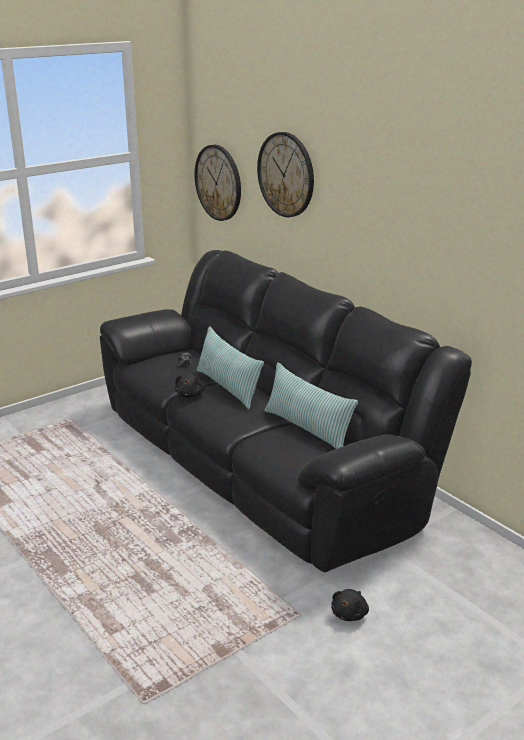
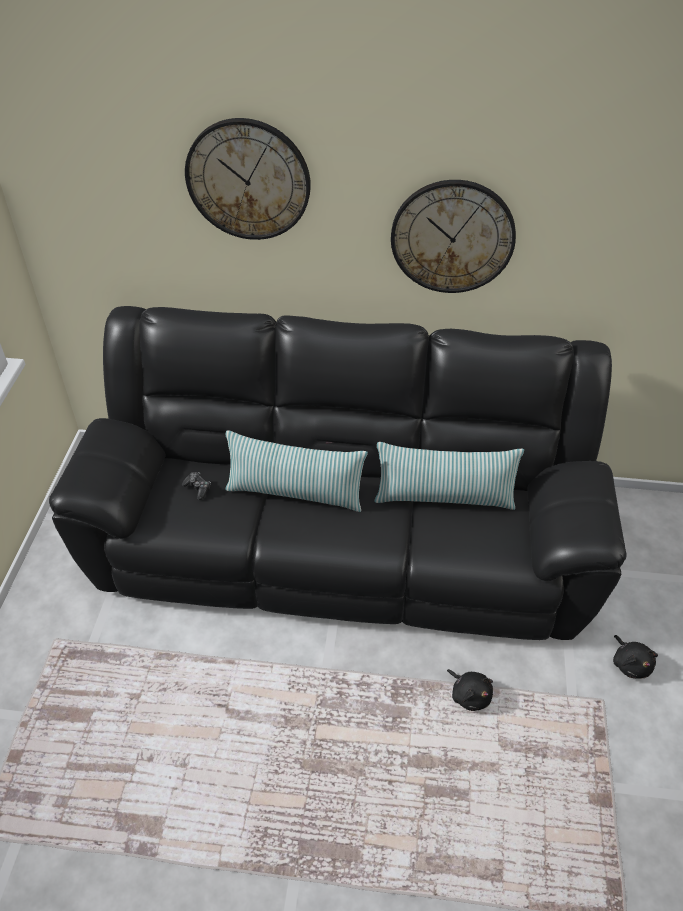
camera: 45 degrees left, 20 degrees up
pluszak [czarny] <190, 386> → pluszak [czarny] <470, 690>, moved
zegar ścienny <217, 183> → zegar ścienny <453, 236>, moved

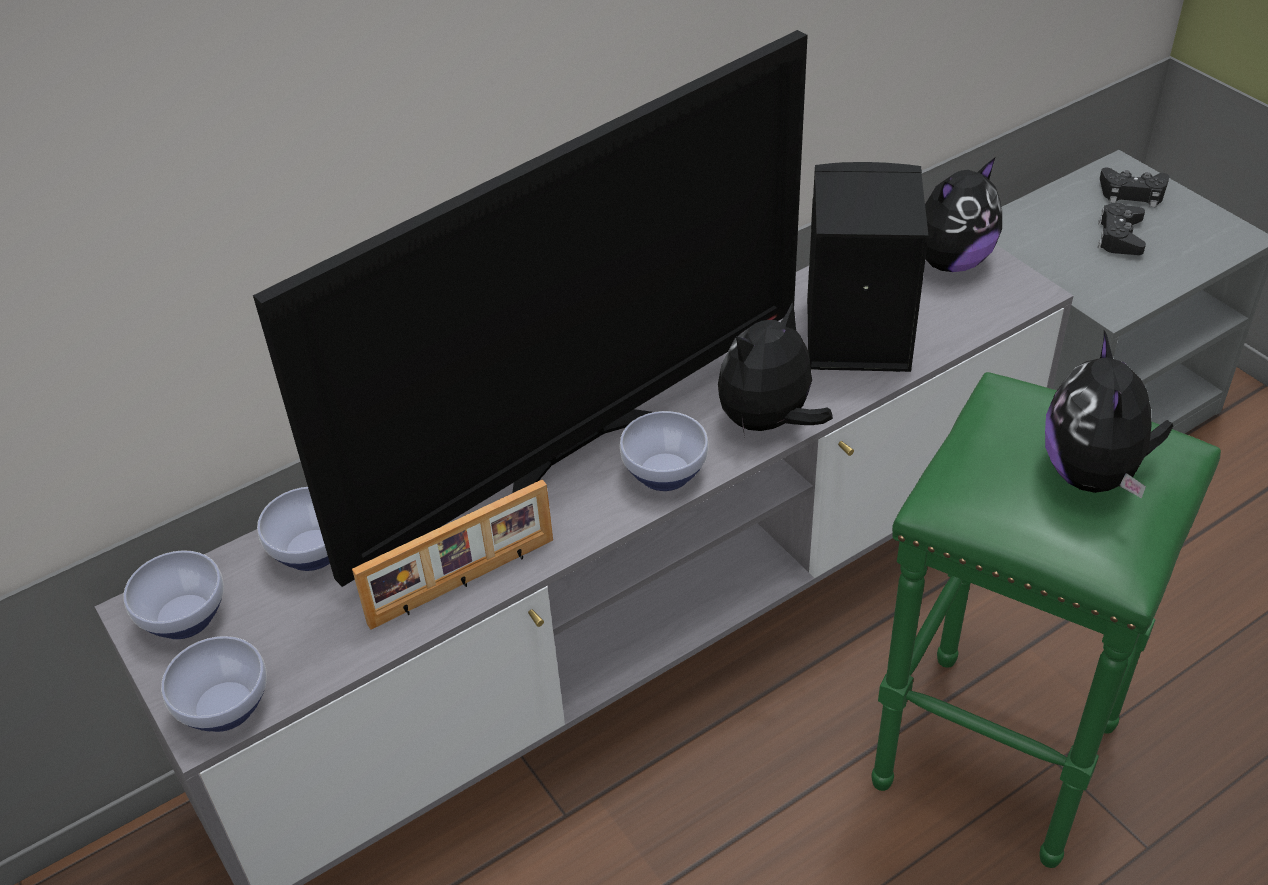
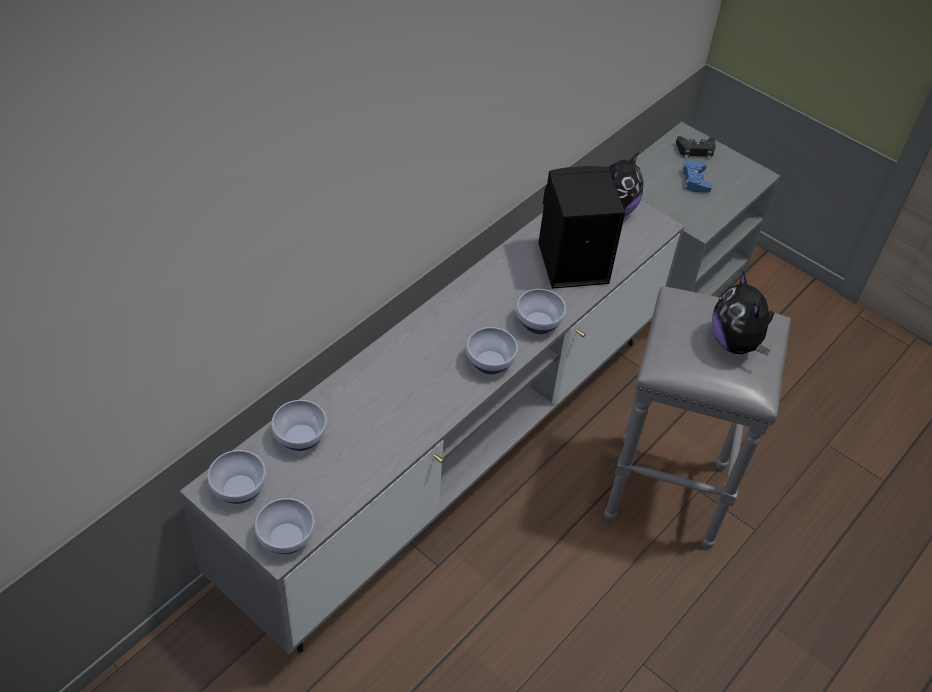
camera: 20 degrees left, 5 degrees up
telewizor <530, 308> → -
ramka na zdjęcie <452, 554> → -
pluszak <775, 369> → miska <541, 311>
stołek [zielony] <1046, 620> → stołek [szary] <697, 417>
pad do gier [czarny] <1122, 229> → pad do gier [niebieski] <696, 176>

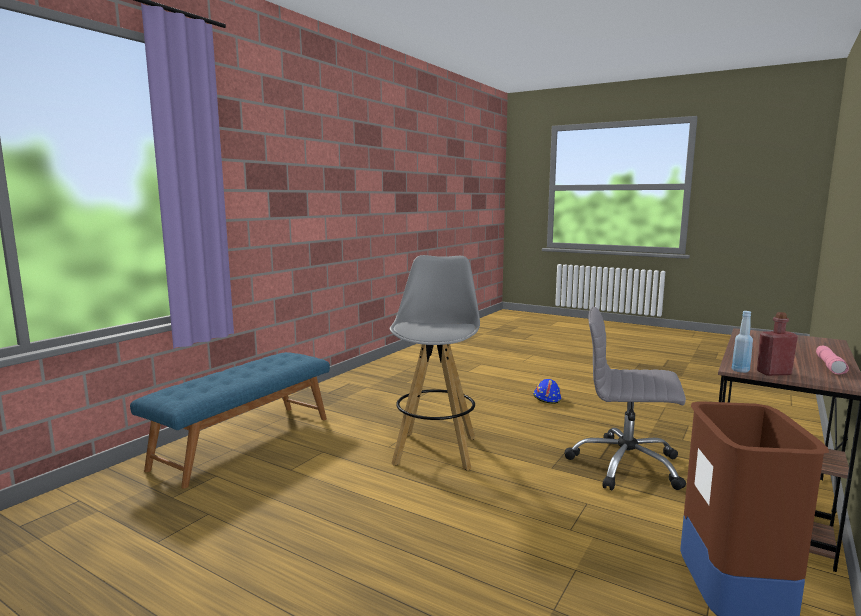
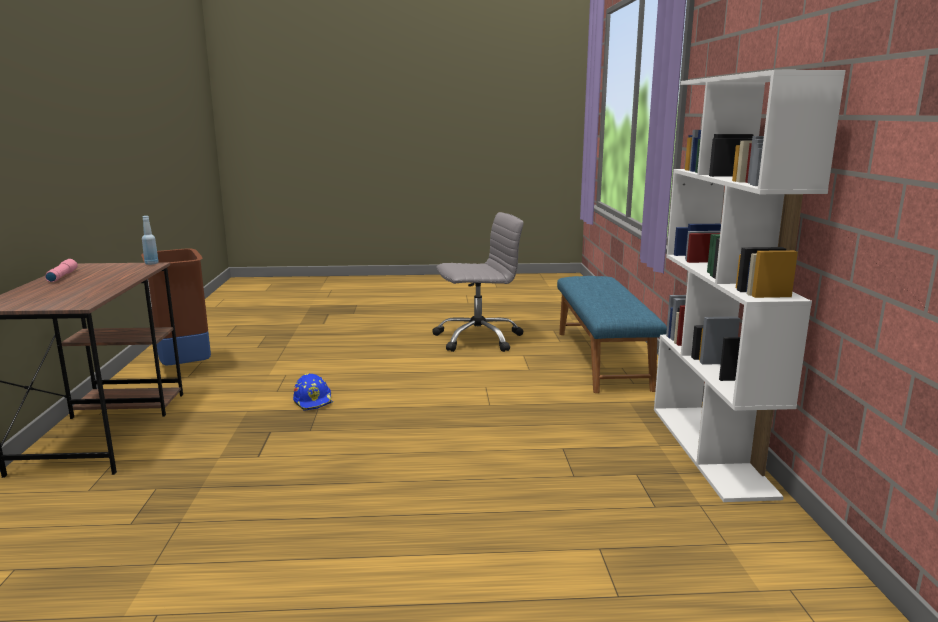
camera: 145 degrees right, 5 degrees up
stołek [szary] <435, 363> → -
kask [niebieski] <547, 391> → kask [niebieski] <313, 392>, moved
krzesło biurowe [szary] <625, 398> → krzesło biurowe [szary] <478, 282>, moved
butelka [czerwony] <777, 344> → -
- → regał [biały] <750, 286>

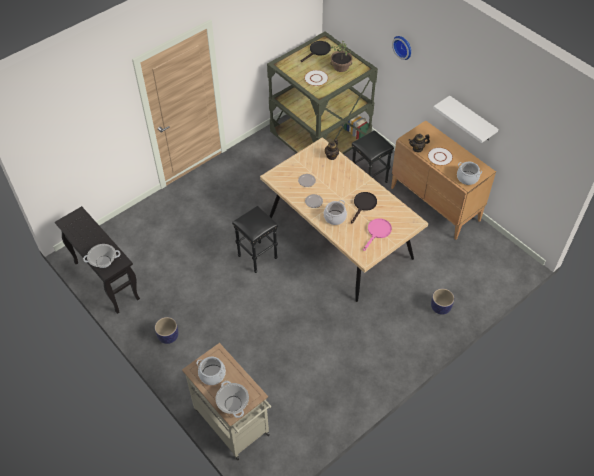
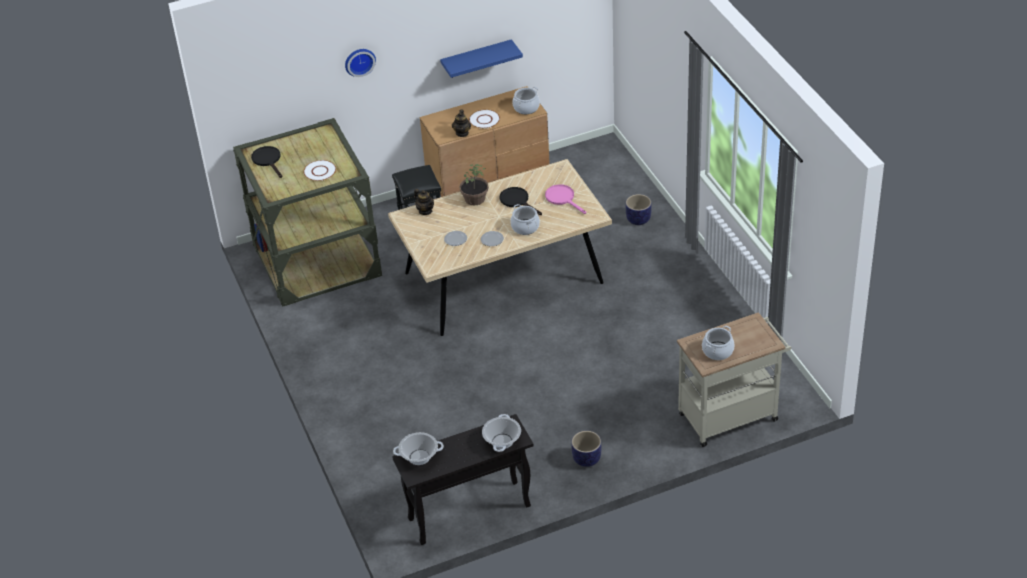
camera: 70 degrees left, 10 degrees down
garnek <232, 399> → garnek <418, 448>, moved
stołek [czarny] <255, 239> → -
roślina doniczkowa <341, 56> → roślina doniczkowa <474, 184>, moved
półka [biały] <466, 119> → półka [niebieski] <481, 58>

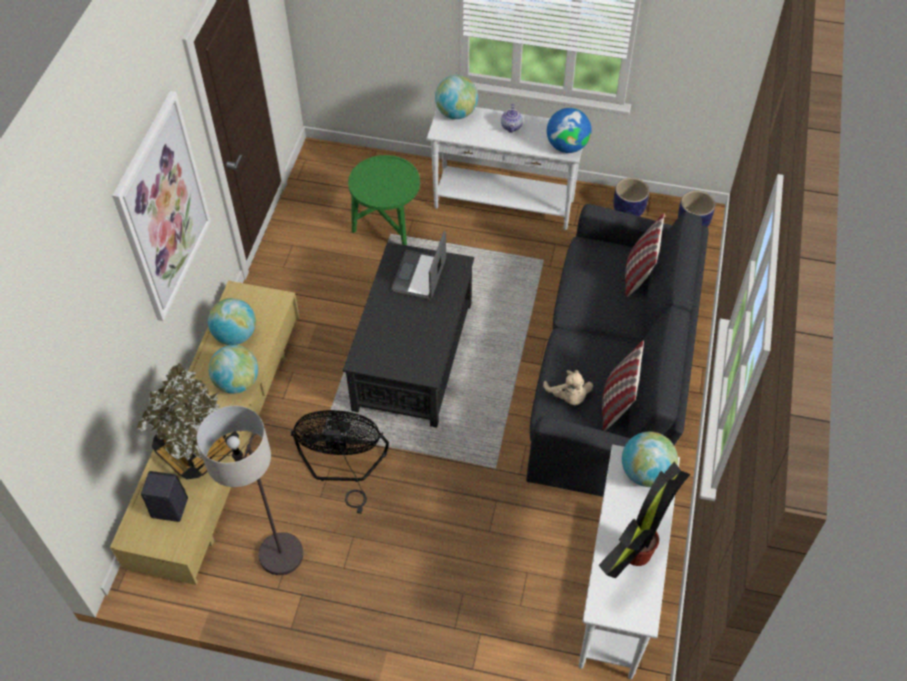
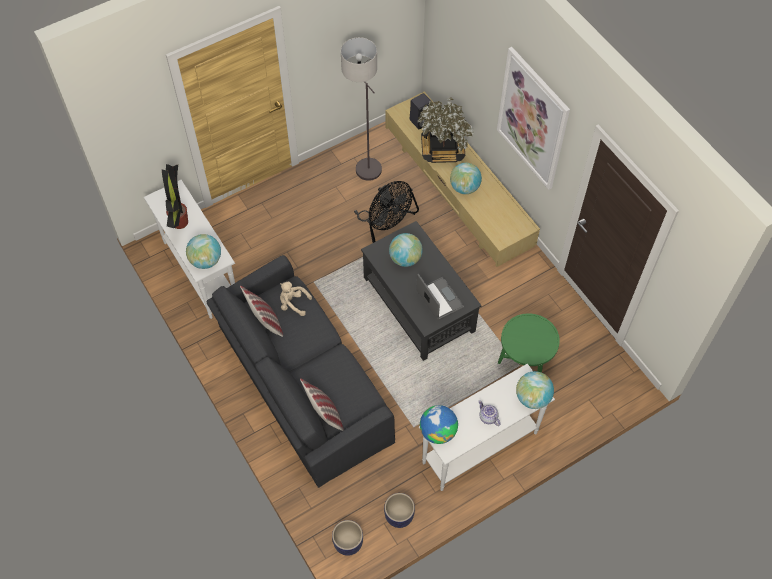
camera: 135 degrees right, 5 degrees up
globus <232, 321> → globus <406, 250>, moved

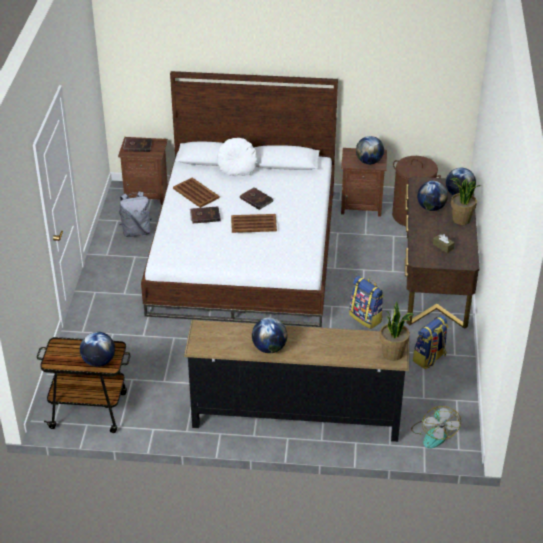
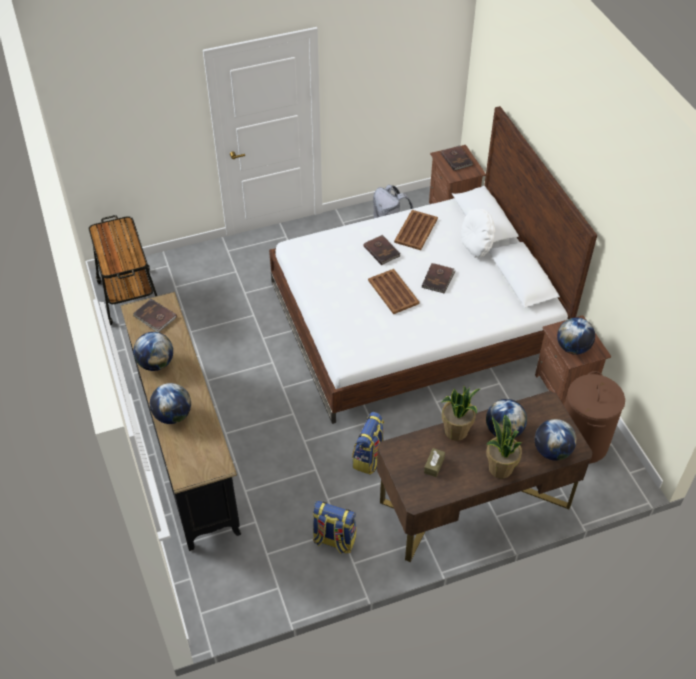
camera: 65 degrees right, 10 degrees up
globus <97, 349> → globus <170, 403>, moved
roślina doniczkowa <397, 331> → roślina doniczkowa <460, 413>, moved
wentylator <436, 427> → -
- → książka [brązowy] <155, 315>

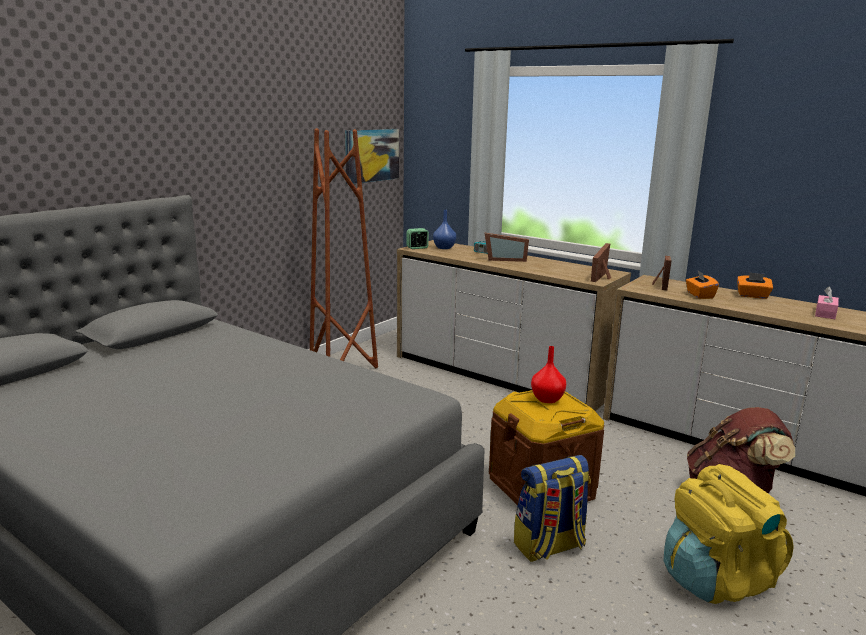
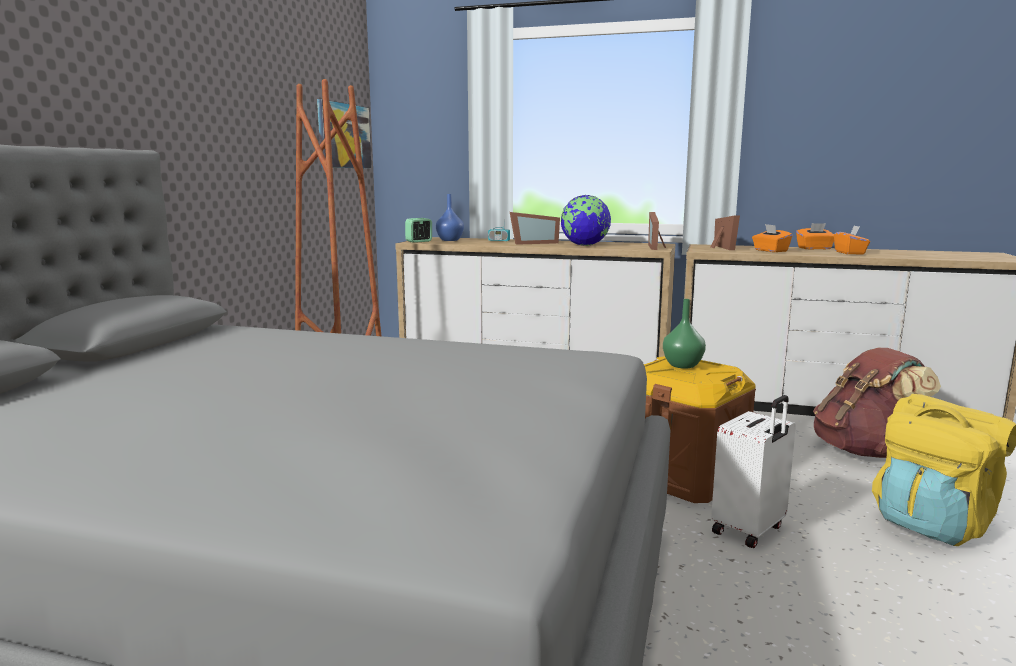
camera: 20 degrees left, 5 degrees down
plecak <552, 508> → walizka [biały] <753, 471>
wazon [czerwony] <548, 374> → wazon [zielony] <684, 334>
pudełko chusteczek [różowy] <827, 302> → -
- → globus <586, 220>
- → pudełko chusteczek [pomarańczowy] <852, 240>

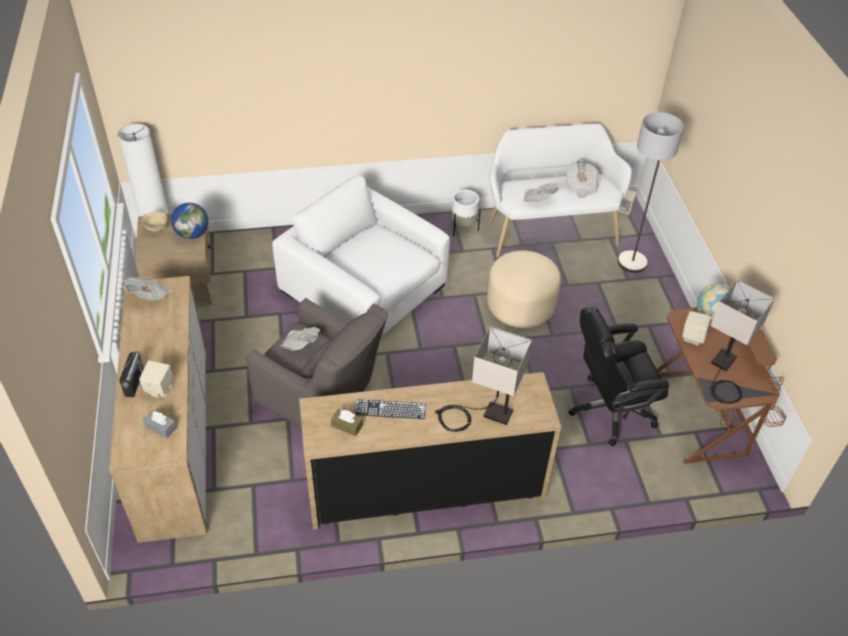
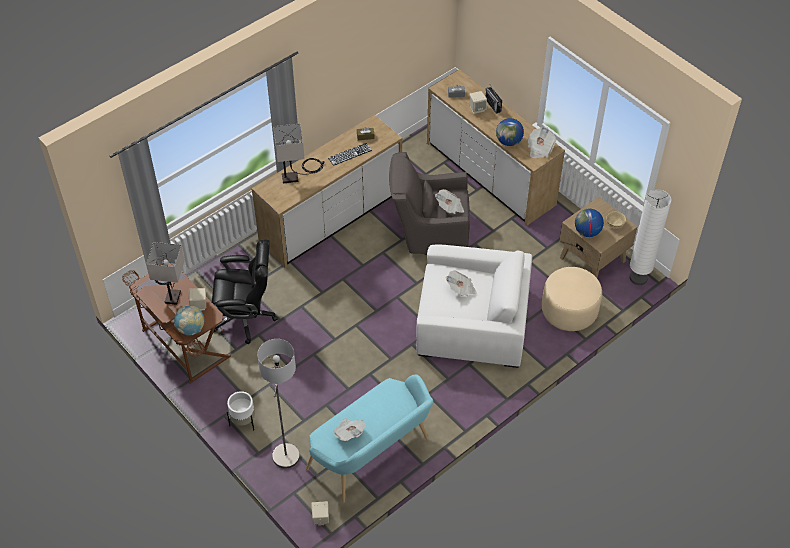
camera: 150 degrees right, 5 degrees up
donica [biały] <466, 213> → donica [biały] <241, 410>, moved
pufa [beżowy] <524, 289> → pufa [beżowy] <572, 299>, moved
ławka [biały] <560, 190> → ławka [turkusowy] <369, 438>
gazeta <541, 193> → gazeta <461, 283>, moved
krzesło biurowe [czarny] <618, 376> → krzesło biurowe [czarny] <245, 292>, 45 degrees clockwise
- → globus <510, 132>

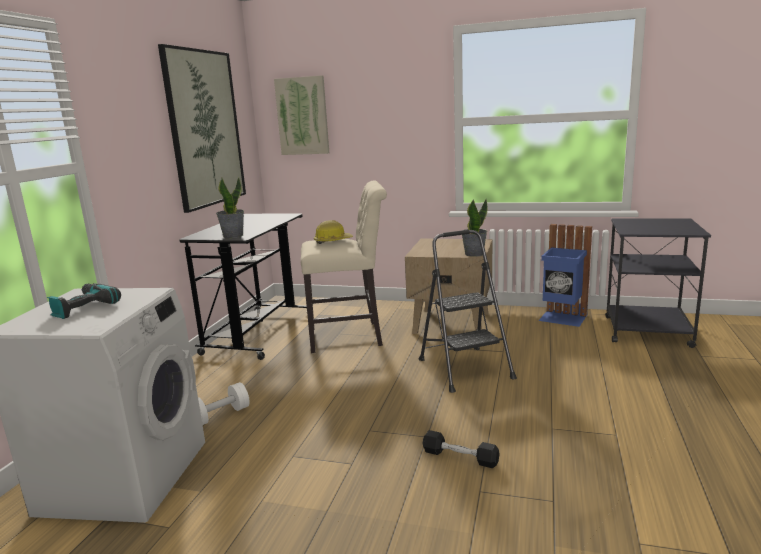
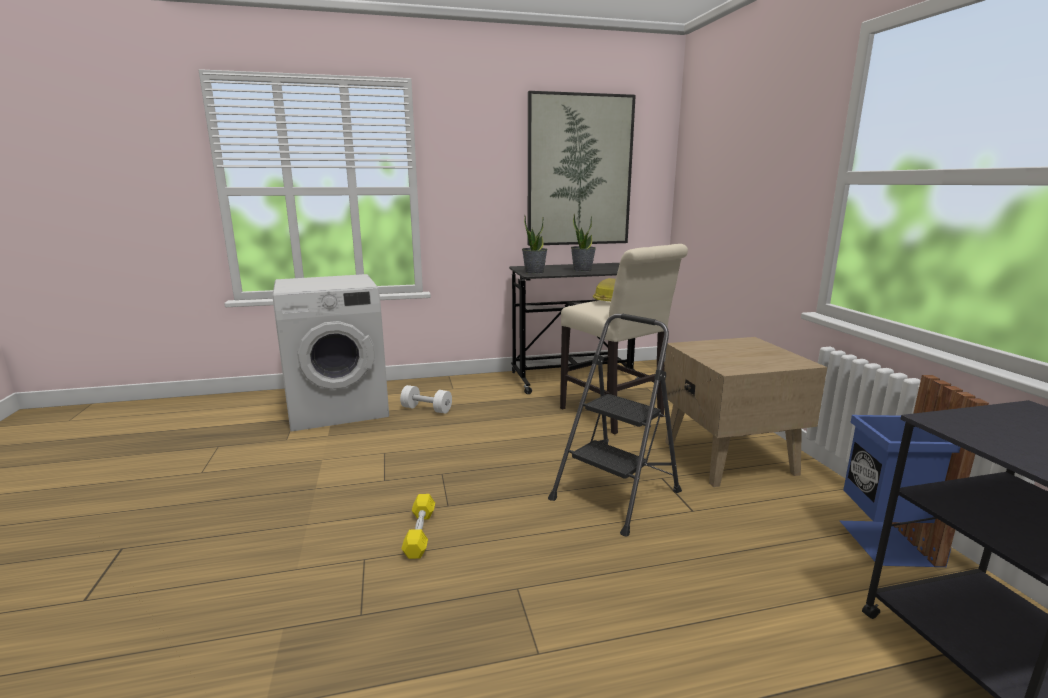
camera: 60 degrees right, 0 degrees up
wiertarka <84, 301> → -
obraz <301, 115> → -
hantel [czarny] <461, 449> → hantel [żółty] <418, 526>
roślina doniczkowa <475, 228> → roślina doniczkowa <583, 243>, moved

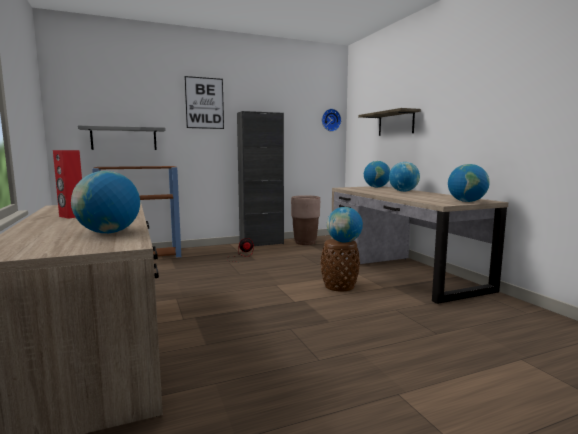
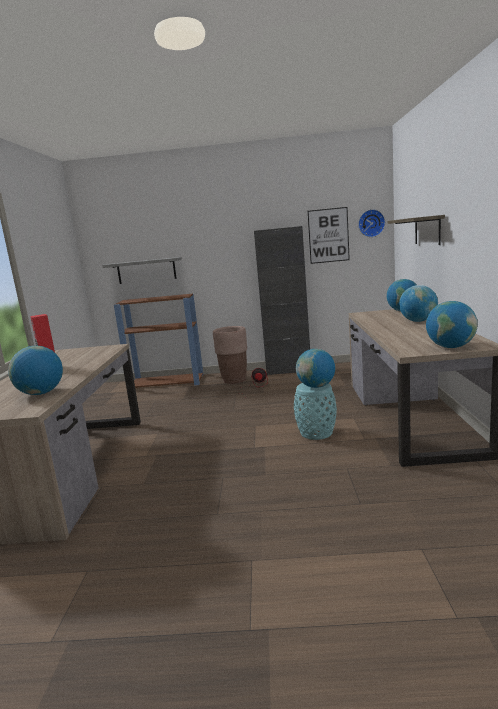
camera: 25 degrees right, 5 degrees up
obraz <204, 102> → obraz <328, 235>, moved
donica [brązowy] <305, 220> → donica [brązowy] <230, 355>, moved
stołek [brązowy] <340, 265> → stołek [turkusowy] <315, 411>

